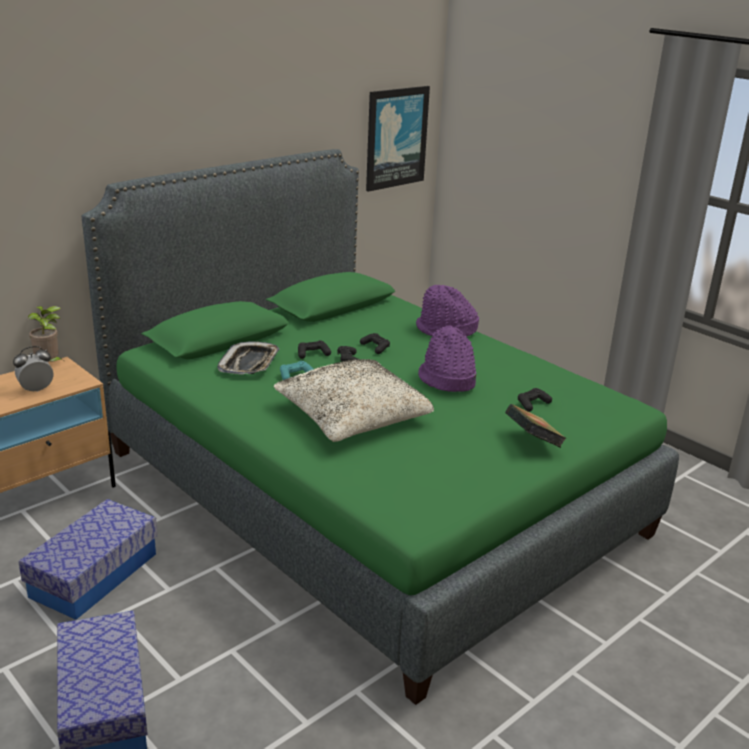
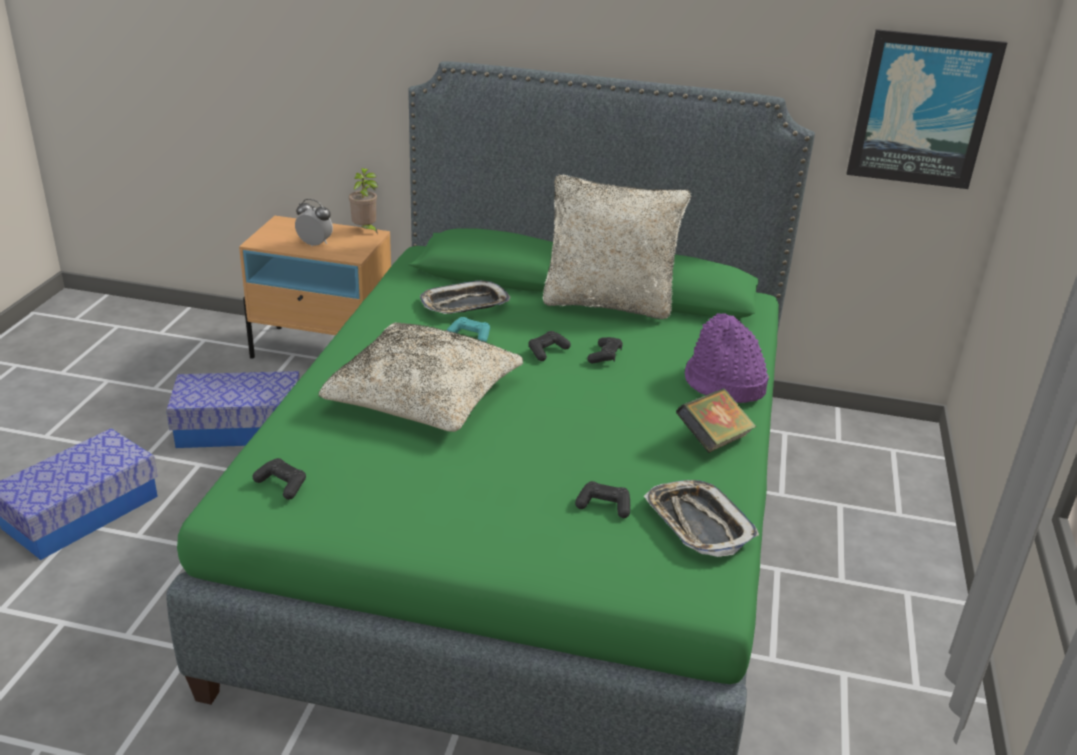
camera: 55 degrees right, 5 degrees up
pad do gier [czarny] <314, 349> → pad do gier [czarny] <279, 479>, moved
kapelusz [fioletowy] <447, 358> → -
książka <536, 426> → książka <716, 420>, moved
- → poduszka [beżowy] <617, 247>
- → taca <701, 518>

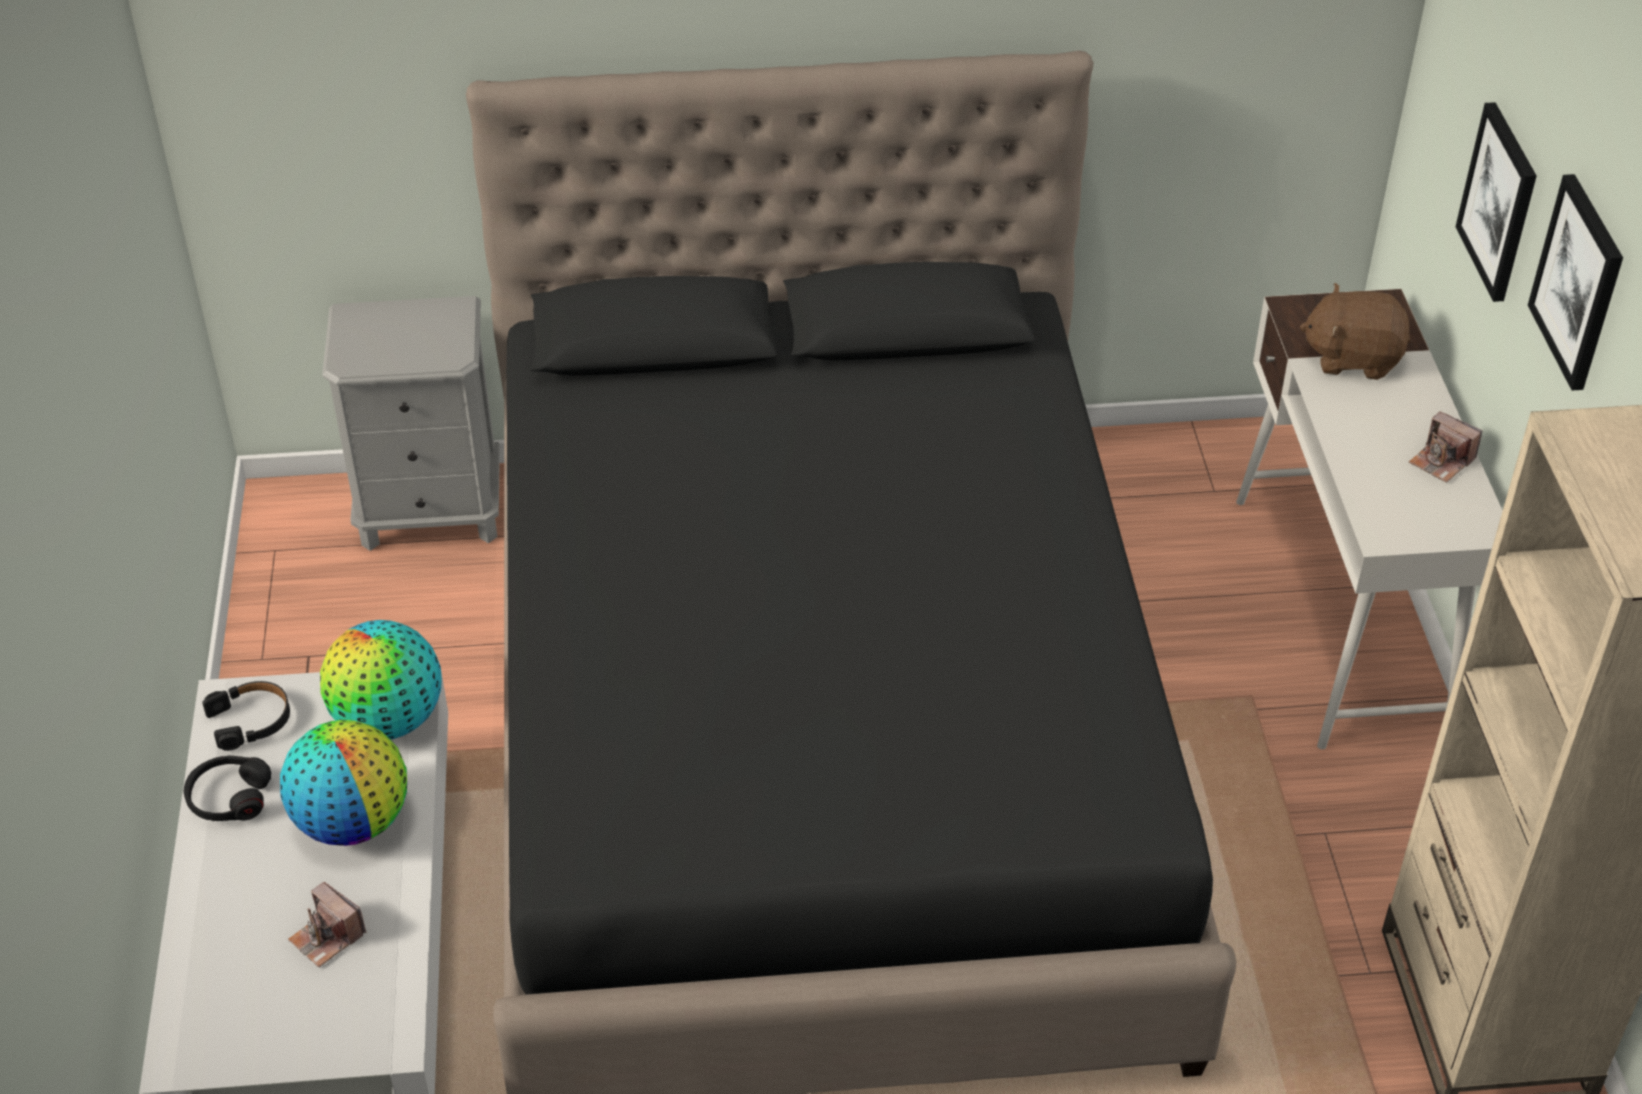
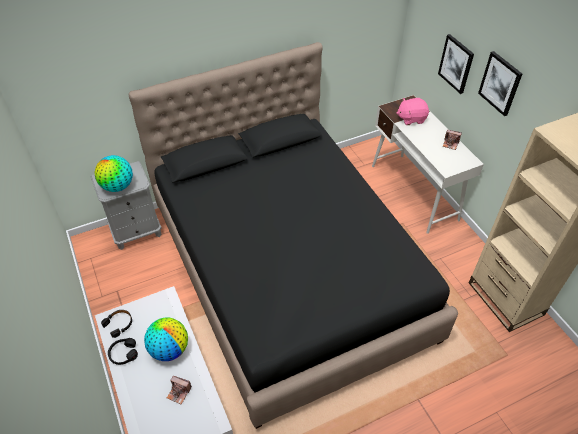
camera: 20 degrees left, 5 degrees up
globus <380, 679> → globus <114, 173>, moved
pluszak [brązowy] <1355, 331> → pluszak [różowy] <413, 111>

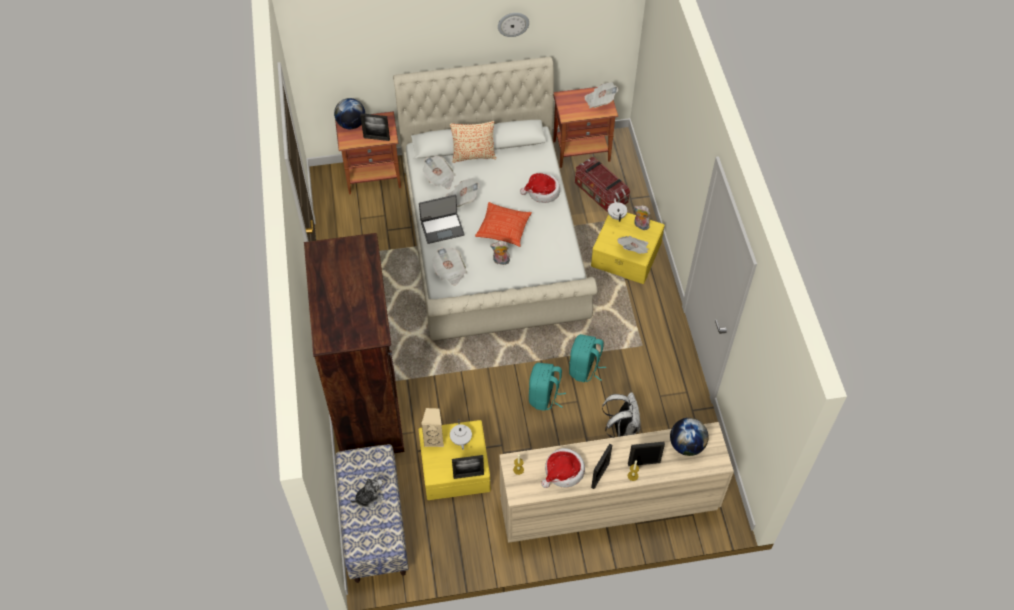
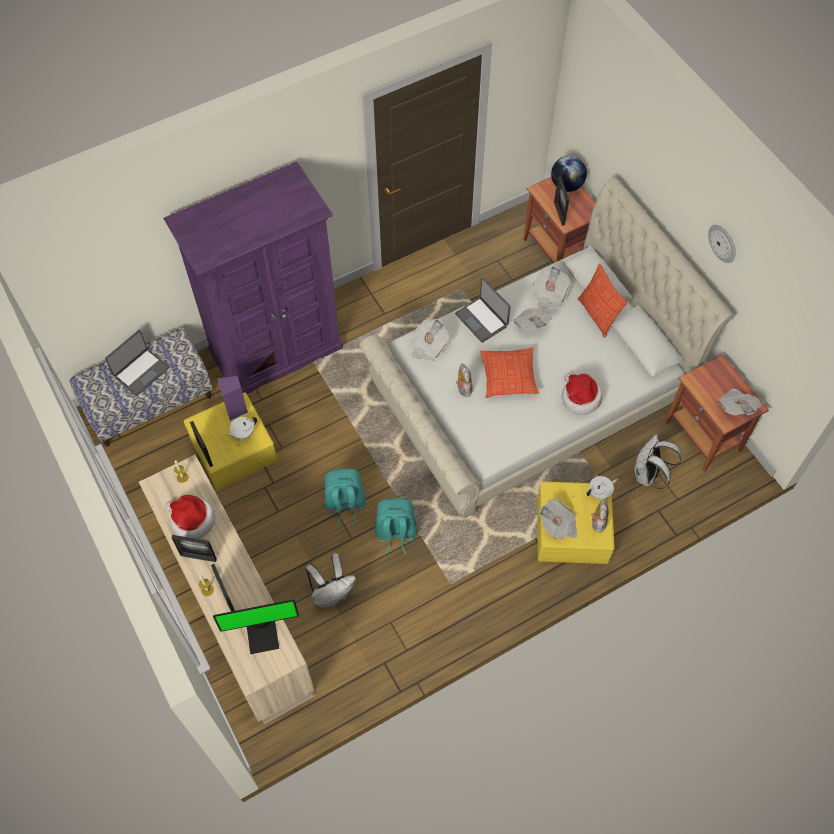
camera: 70 degrees right, 5 degrees up
szafa [brązowy] <354, 343> → szafa [fioletowy] <253, 278>
pluszak <367, 494> → laptop <137, 363>
głośnik [beżowy] <432, 427> → głośnik [fioletowy] <232, 398>
poduszka [beżowy] <473, 142> → poduszka [pomarańczowy] <602, 300>
pojemnik do przechowywania <602, 184> → plecak [biały] <657, 461>
globus <689, 437> → monitor <256, 627>

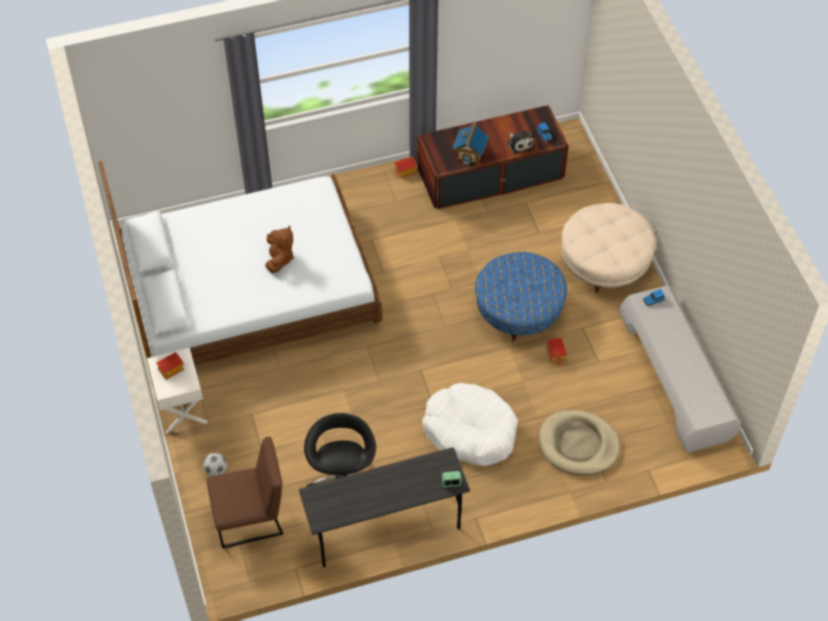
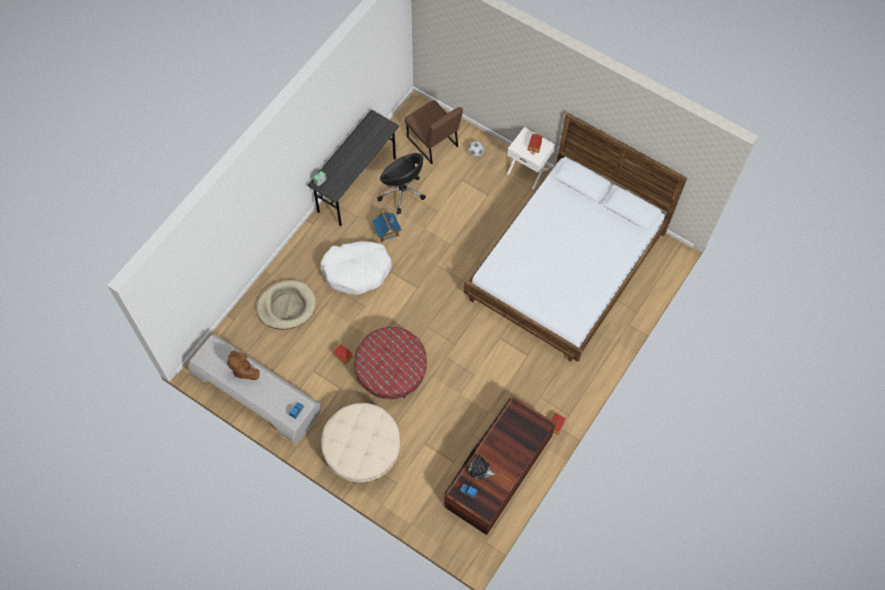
camera: 140 degrees right, 10 degrees up
krzesło [brązowy] <244, 492> → krzesło [brązowy] <434, 132>, 75 degrees counterclockwise
pluszak [brązowy] <279, 249> → pluszak [brązowy] <243, 365>, moved
domek <470, 144> → domek <386, 226>, moved
pufa [niebieski] <521, 297> → pufa [czerwony] <390, 363>

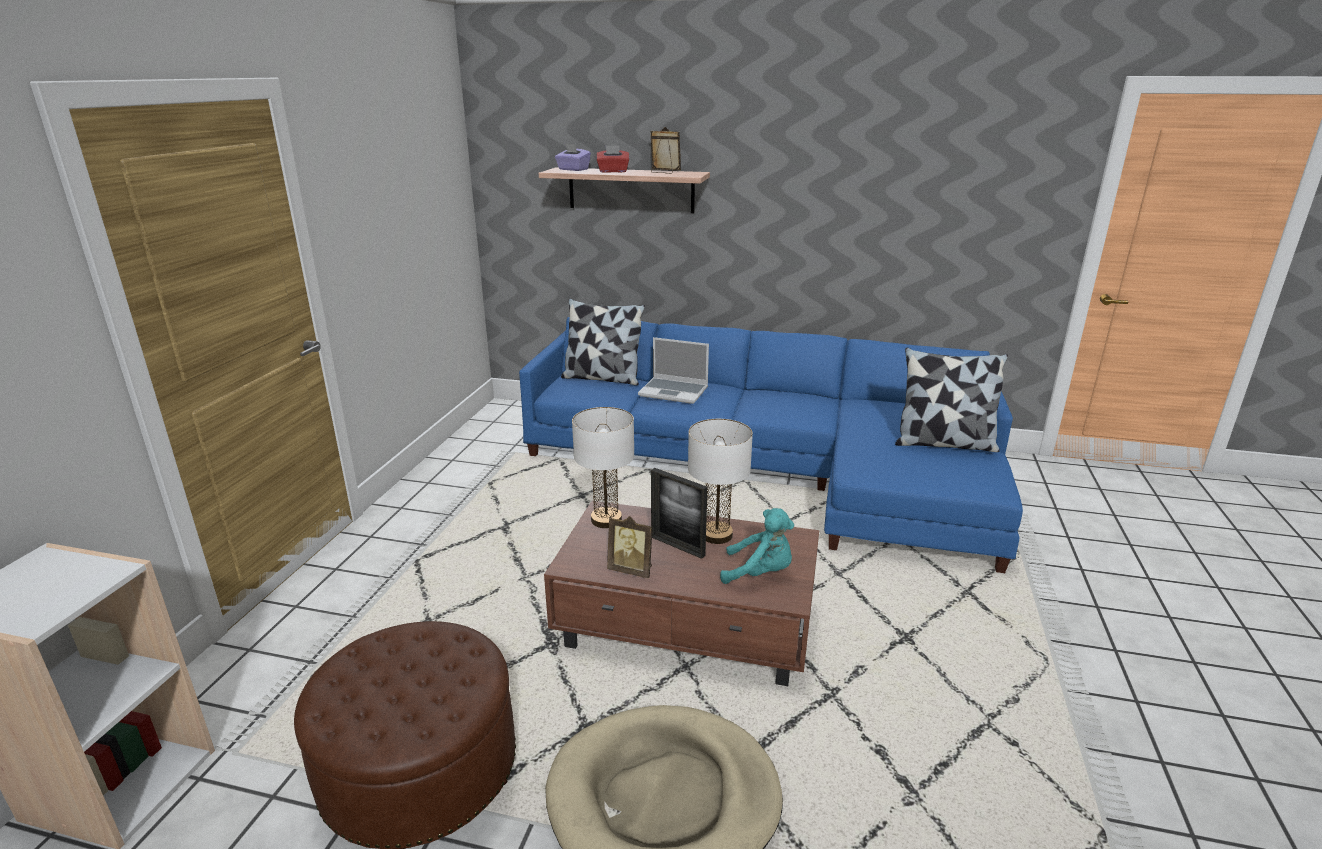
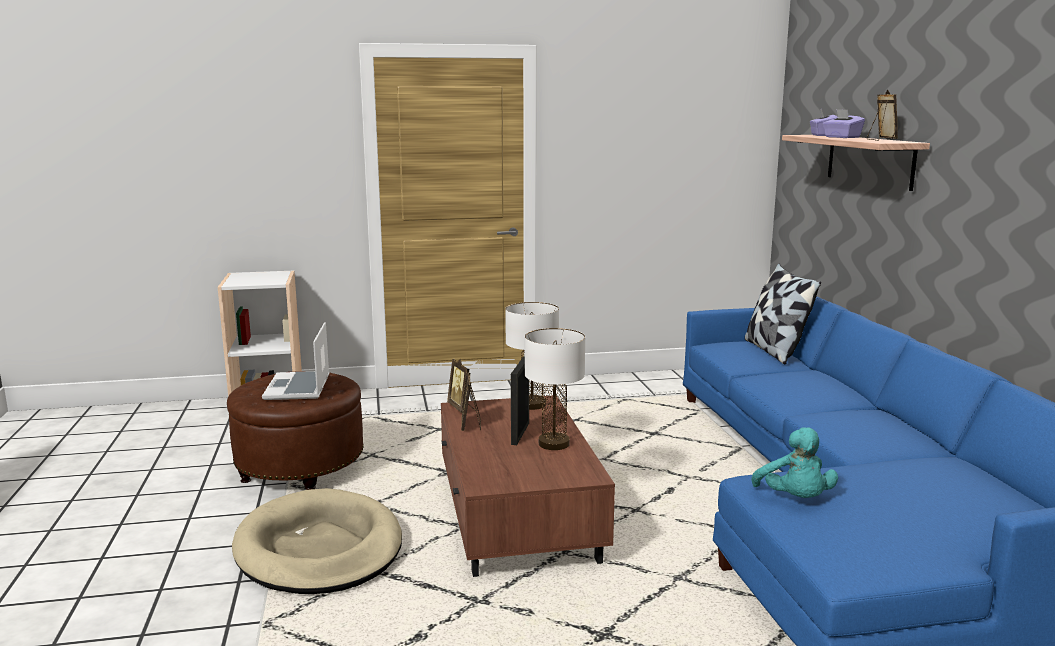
camera: 65 degrees right, 10 degrees down
pudełko chusteczek [czerwony] <613, 159> → pudełko chusteczek [fioletowy] <844, 123>
laptop <673, 370> → laptop <295, 361>, moved
pluszak [turkusowy] <757, 546> → pluszak [turkusowy] <794, 462>, moved
poduszka <951, 400> → -
- → ramka na zdjęcie <462, 386>

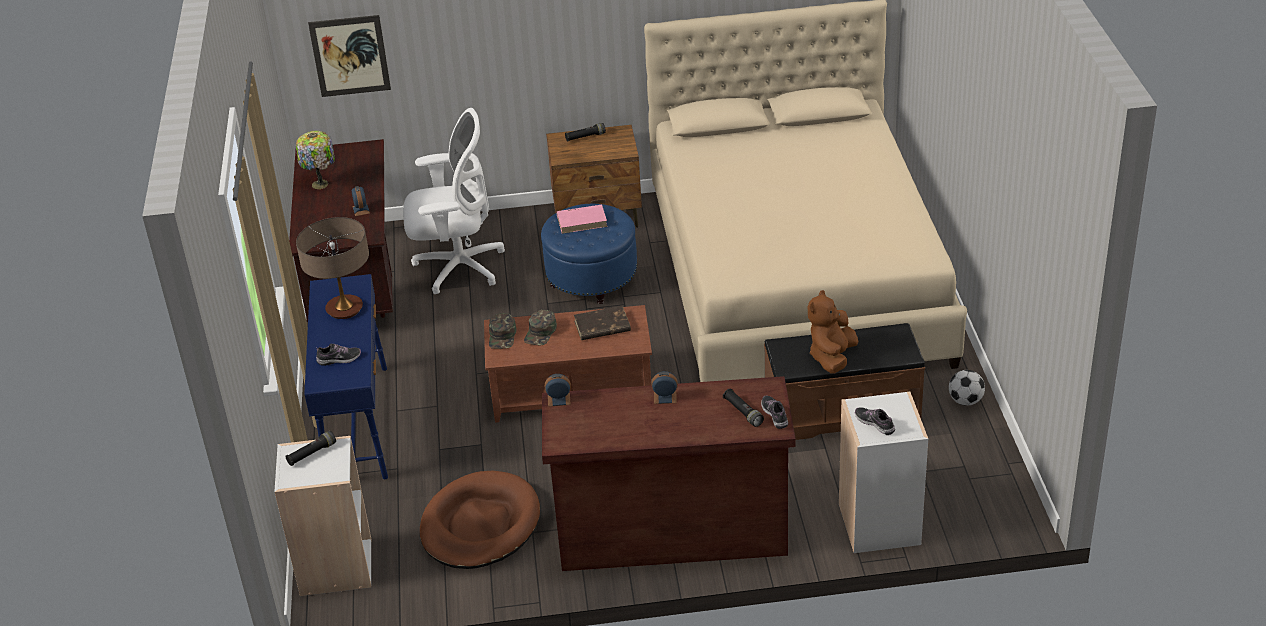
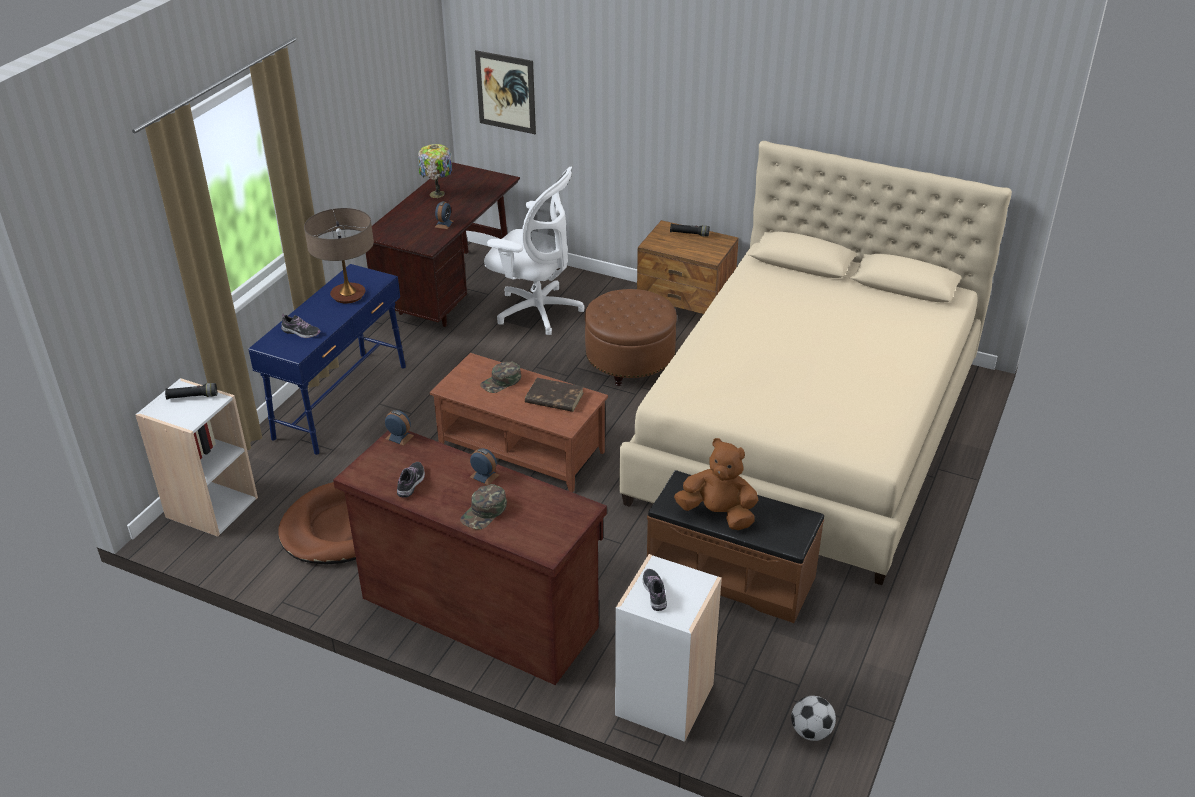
camera: 30 degrees right, 0 degrees up
czapka z daszkiem [zielony] <502, 331> → czapka z daszkiem [zielony] <483, 507>, moved
pufa [niebieski] <589, 254> → pufa [brązowy] <631, 337>
książka [różowy] <582, 219> → -
latarka [czarny] <743, 408> → -
but <774, 412> → but <411, 480>, moved
pluszak [brązowy] <833, 331> → pluszak [brązowy] <716, 484>, 60 degrees clockwise
piłka futbolowa <967, 388> → piłka futbolowa <813, 718>, moved

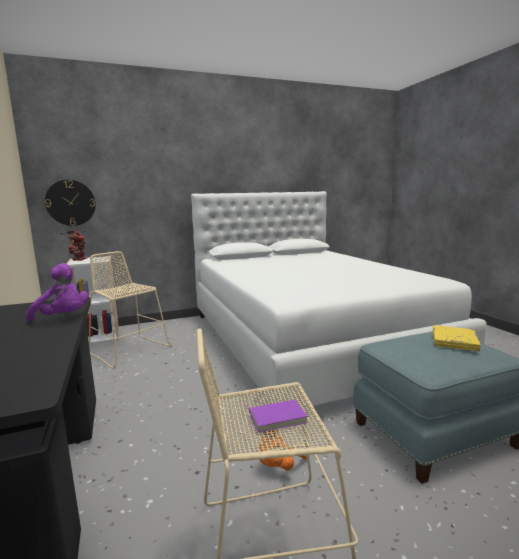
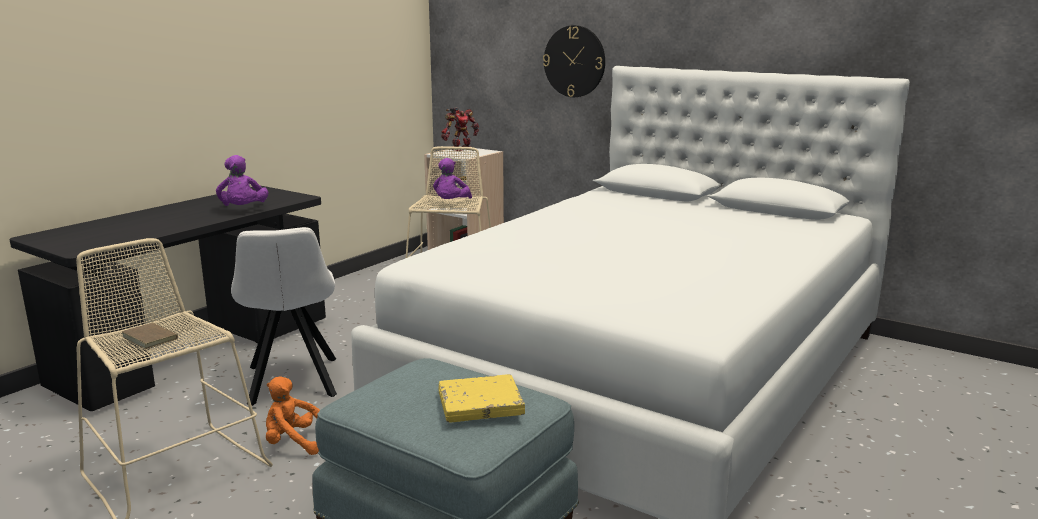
camera: 55 degrees right, 5 degrees up
zegar ścienny <70, 203> → zegar ścienny <574, 61>, moved
książka [fioletowy] <277, 416> → książka [brązowy] <150, 334>
- → krzesło [biały] <284, 316>
- → pluszak [fioletowy] <452, 178>

